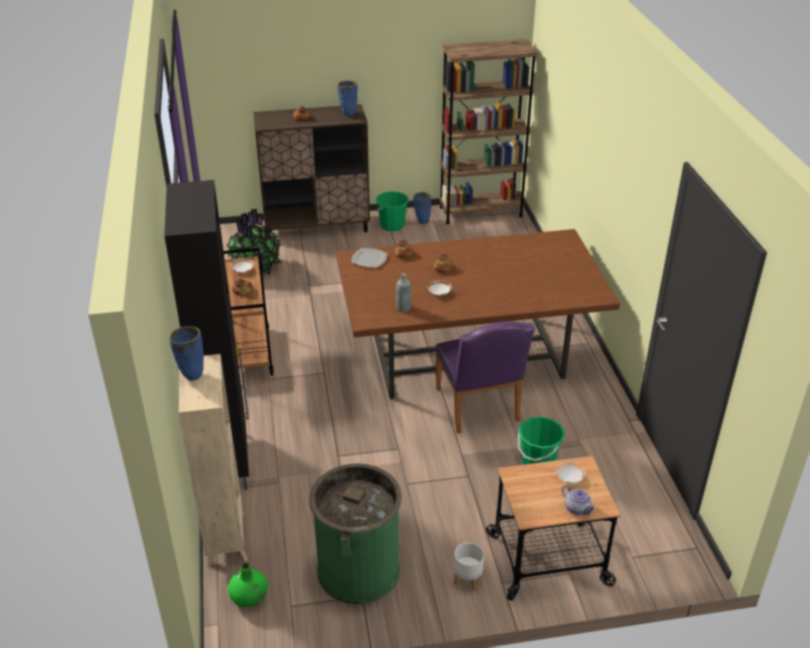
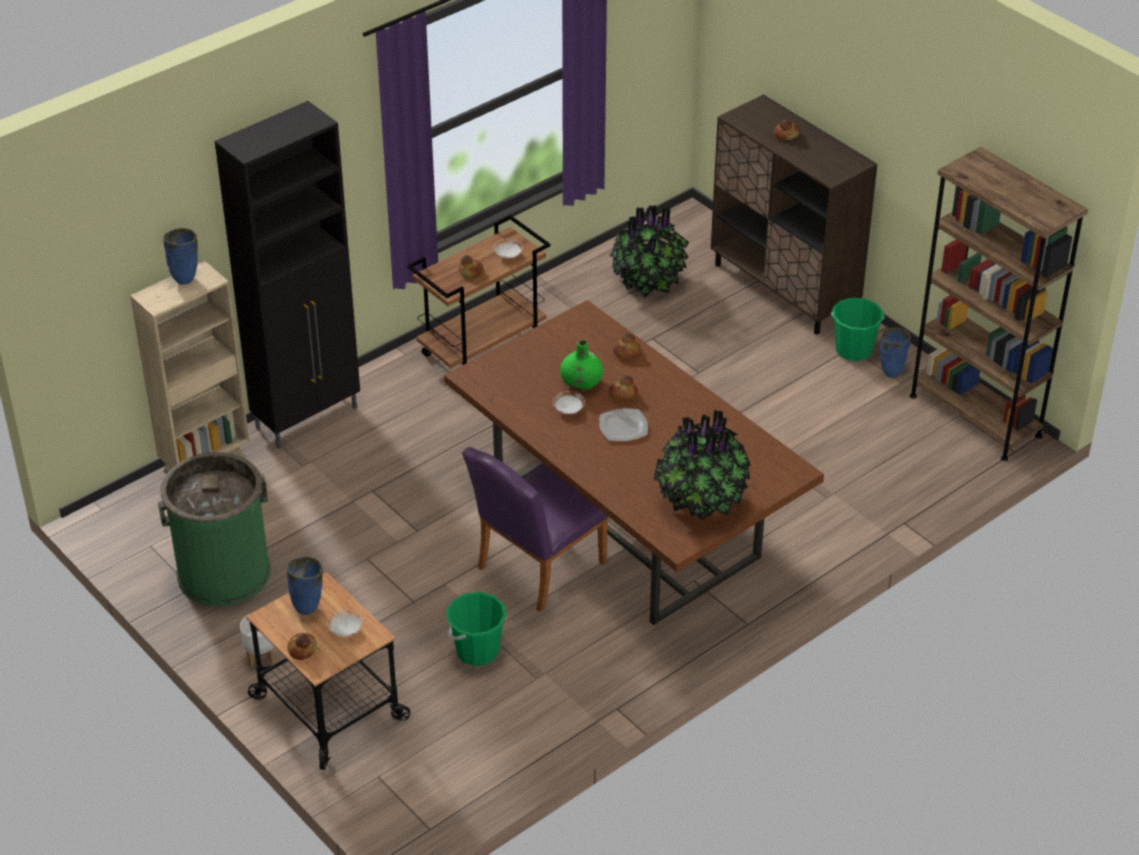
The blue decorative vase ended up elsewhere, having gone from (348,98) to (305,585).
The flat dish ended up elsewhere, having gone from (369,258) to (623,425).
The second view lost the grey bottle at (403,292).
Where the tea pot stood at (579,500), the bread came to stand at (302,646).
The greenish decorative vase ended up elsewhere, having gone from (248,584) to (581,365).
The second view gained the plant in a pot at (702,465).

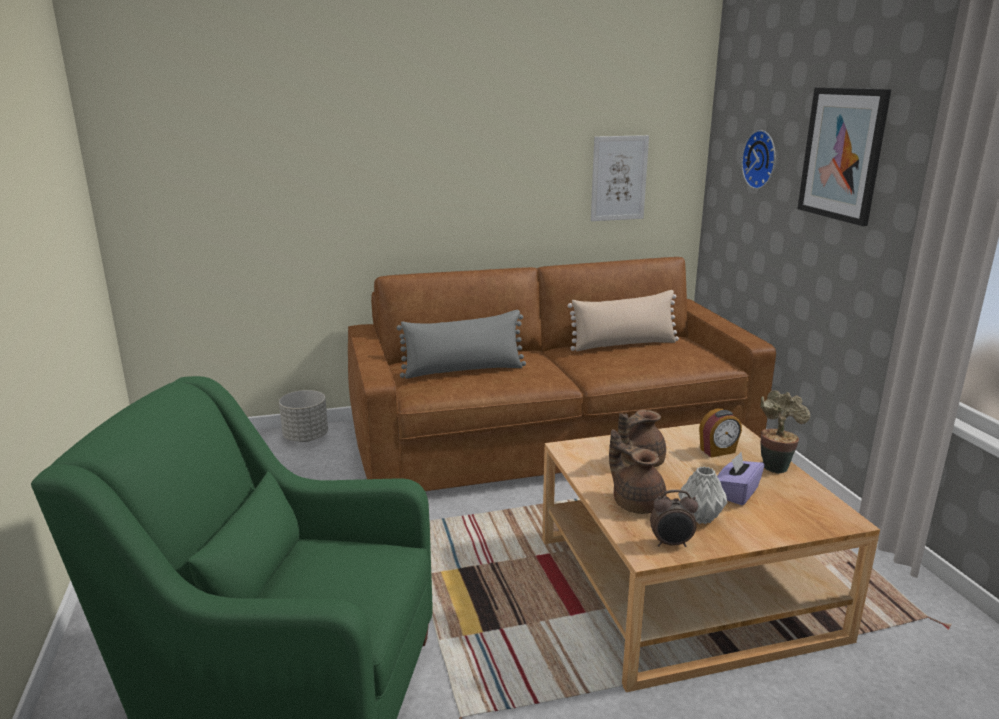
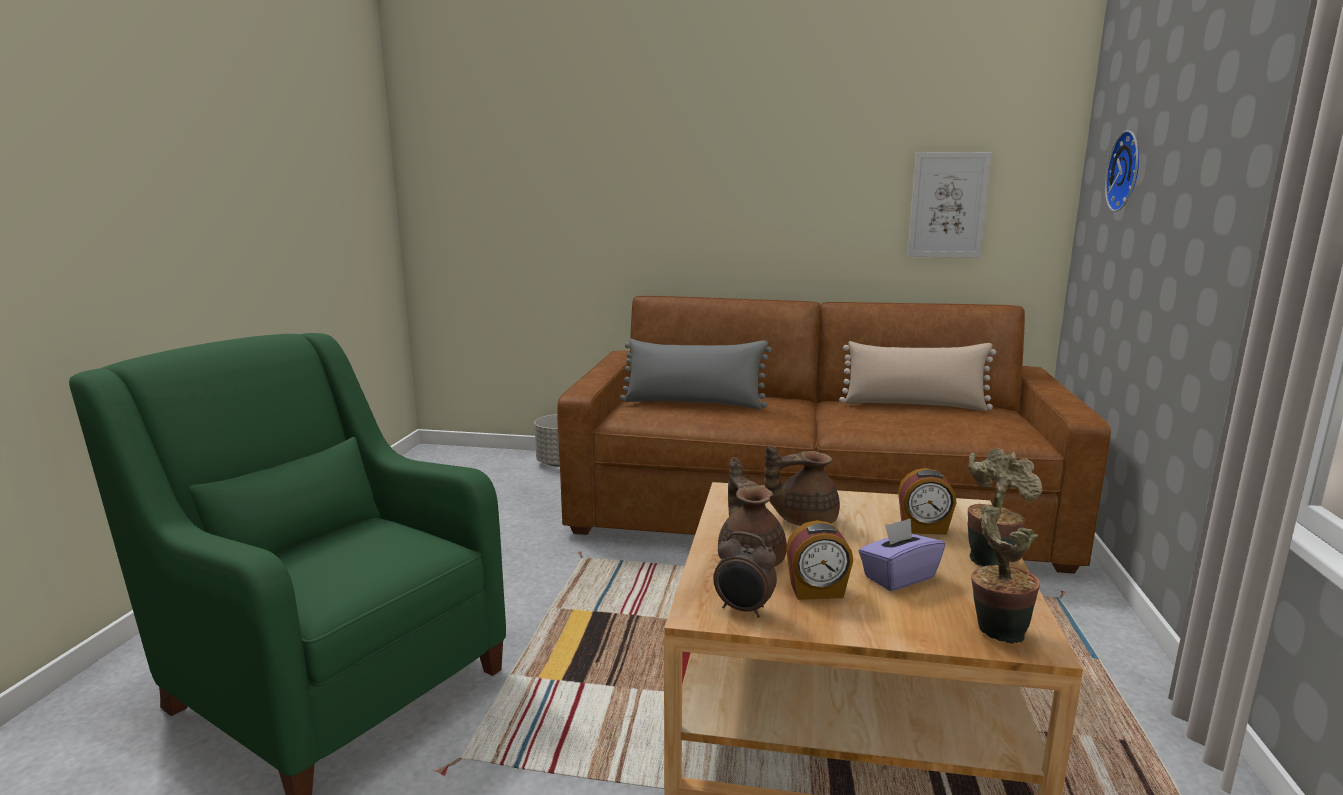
The second view lost the wall picture at (844,157).
Where the grey decorative vase stood at (702,495), the table clock came to stand at (819,560).
The second view gained the plant in a pot at (1005,574).

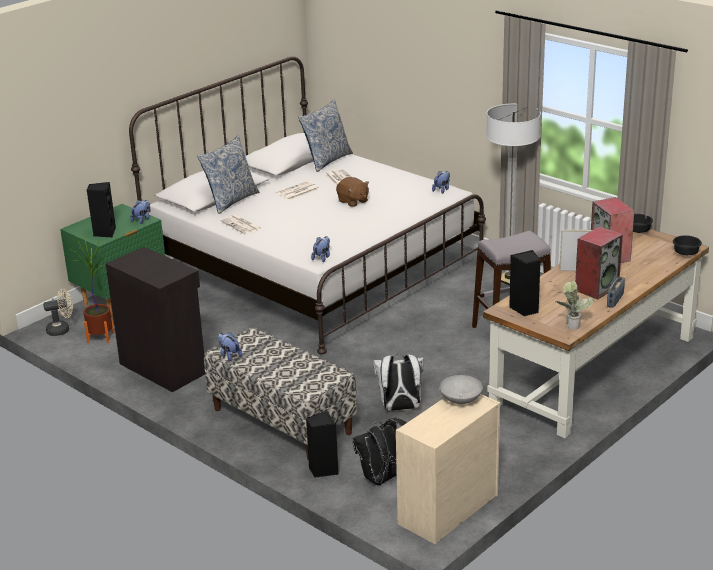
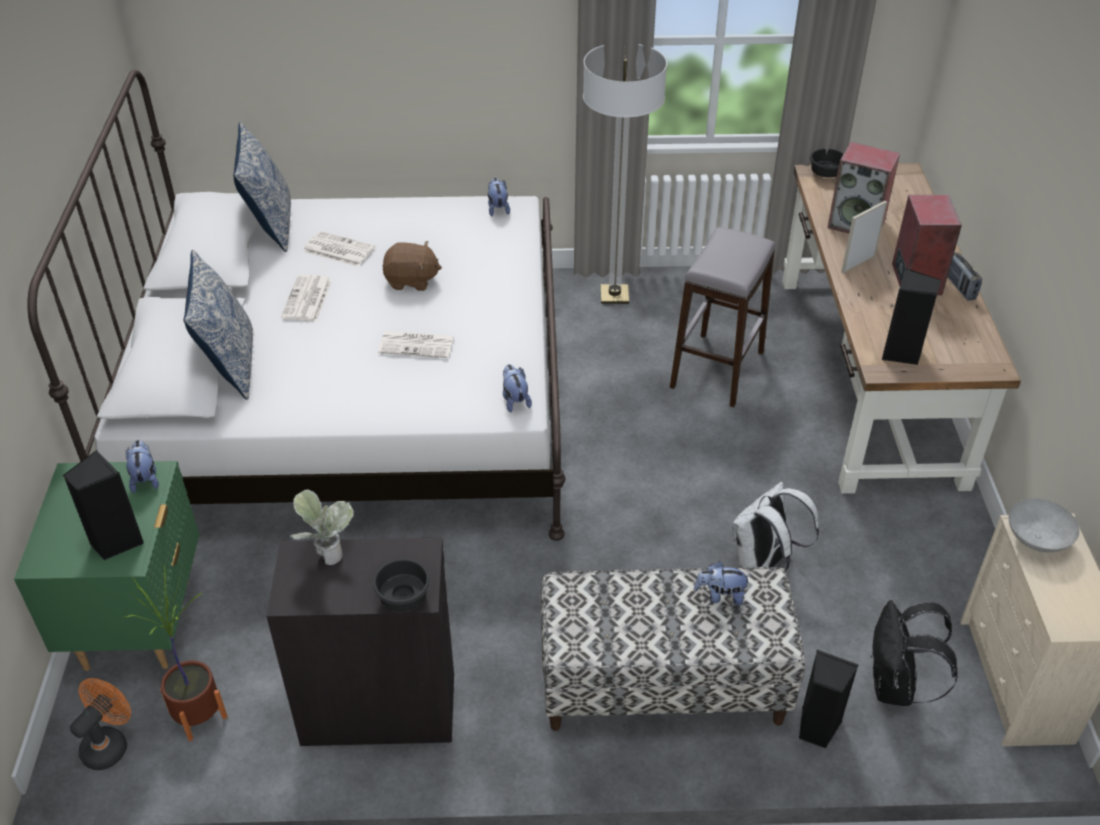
The printed paper ended up elsewhere, having gone from (241,224) to (416,344).
The blackish deep dish ended up elsewhere, having gone from (687,245) to (401,585).
The plant in a pot ended up elsewhere, having gone from (574,305) to (322,527).
What was the beige cooling fan at (58,312) turned into the orangey cooling fan at (100,724).
The plush toy ended up elsewhere, having gone from (230,346) to (722,583).

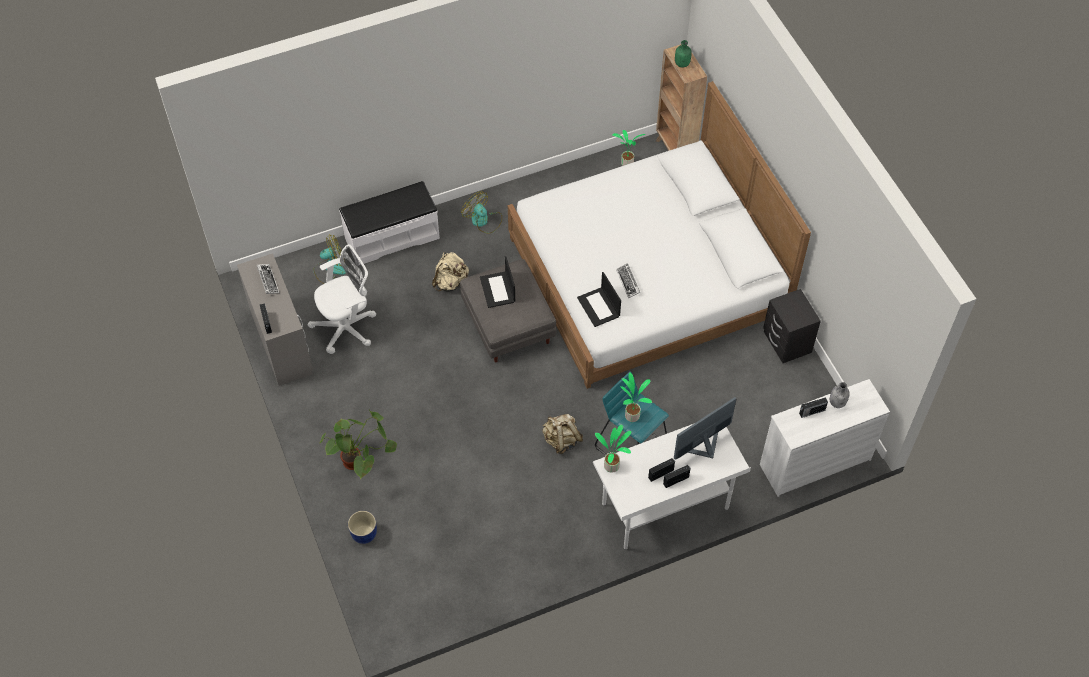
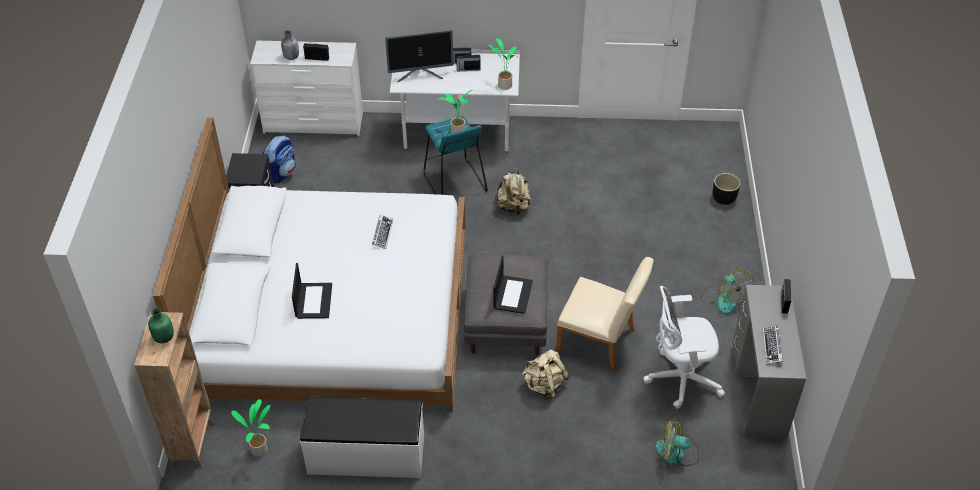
The whitish long seat ended up elsewhere, having gone from (389,223) to (362,437).
The cooling fan ended up elsewhere, having gone from (481,212) to (727,292).
The notebook computer ended up elsewhere, having gone from (599,299) to (312,291).
The second view lost the plant in a pot at (358,444).
What was the blue plant pot at (362,527) turned into the blackish plant pot at (727,189).
The second view gained the backpack at (279,159).
The second view gained the beige upright chair at (605,314).

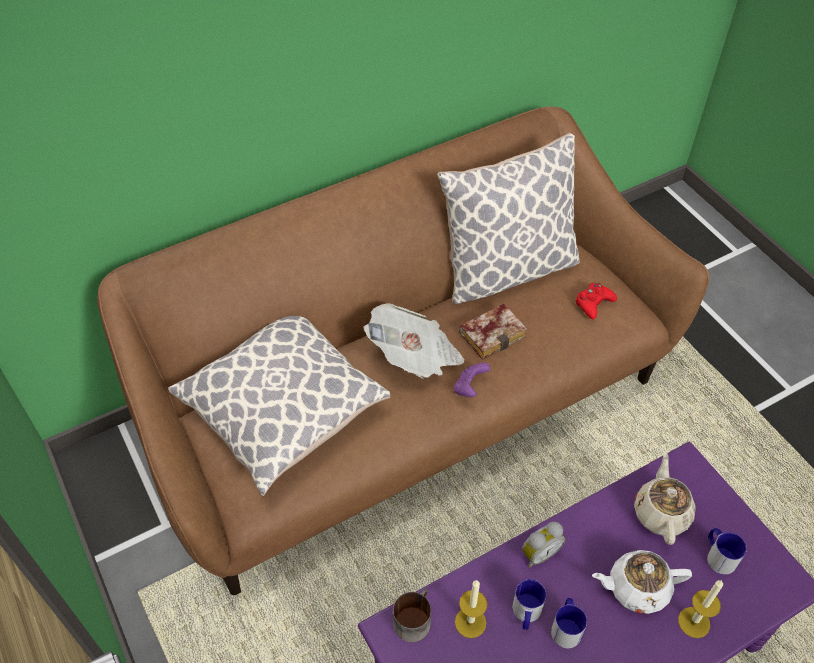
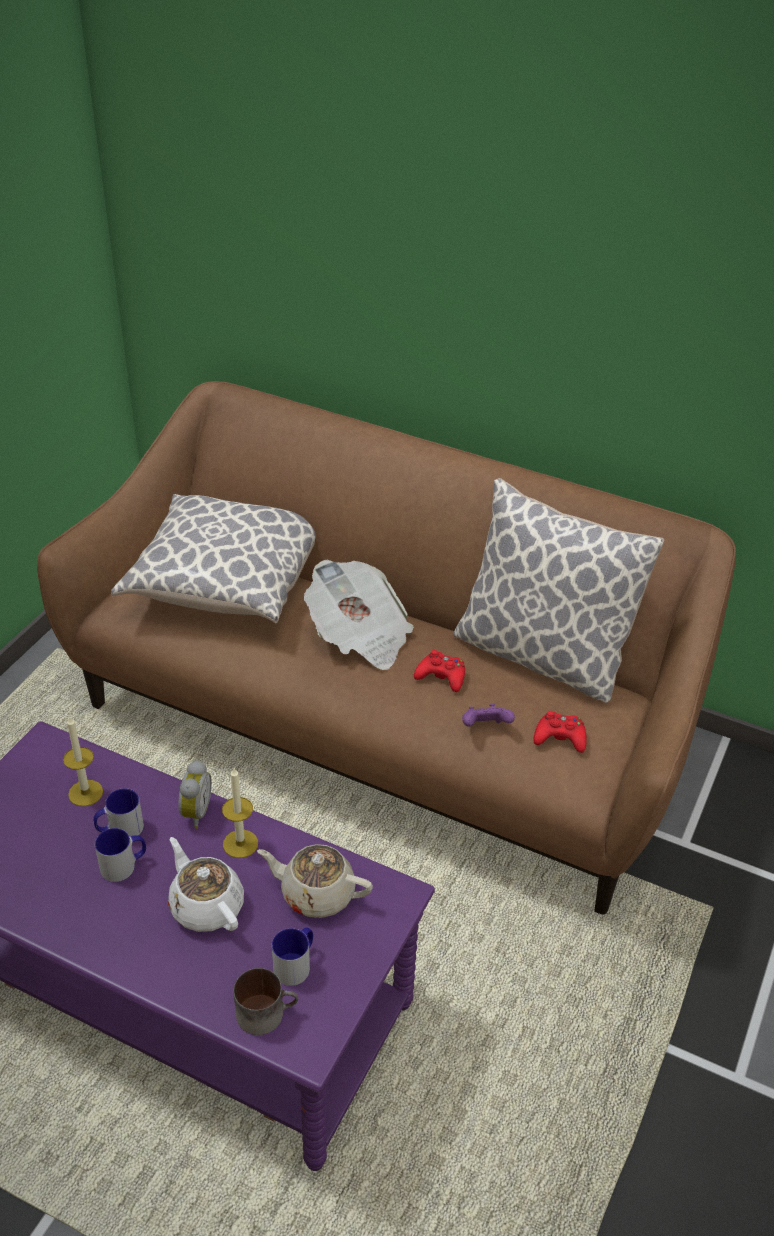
Where the volume stood at (493,331), the red-coloured gamepad came to stand at (439,671).
The purplish gamepad ended up elsewhere, having gone from (472,380) to (488,715).
The beige tea pot at (665,498) ended up facing another way, 135 degrees counterclockwise from before.
The table clock at (543,545) ended up facing another way, 105 degrees counterclockwise from before.
The candle ended up elsewhere, having gone from (700,609) to (240,813).
The mug ended up elsewhere, having gone from (412,615) to (266,1001).

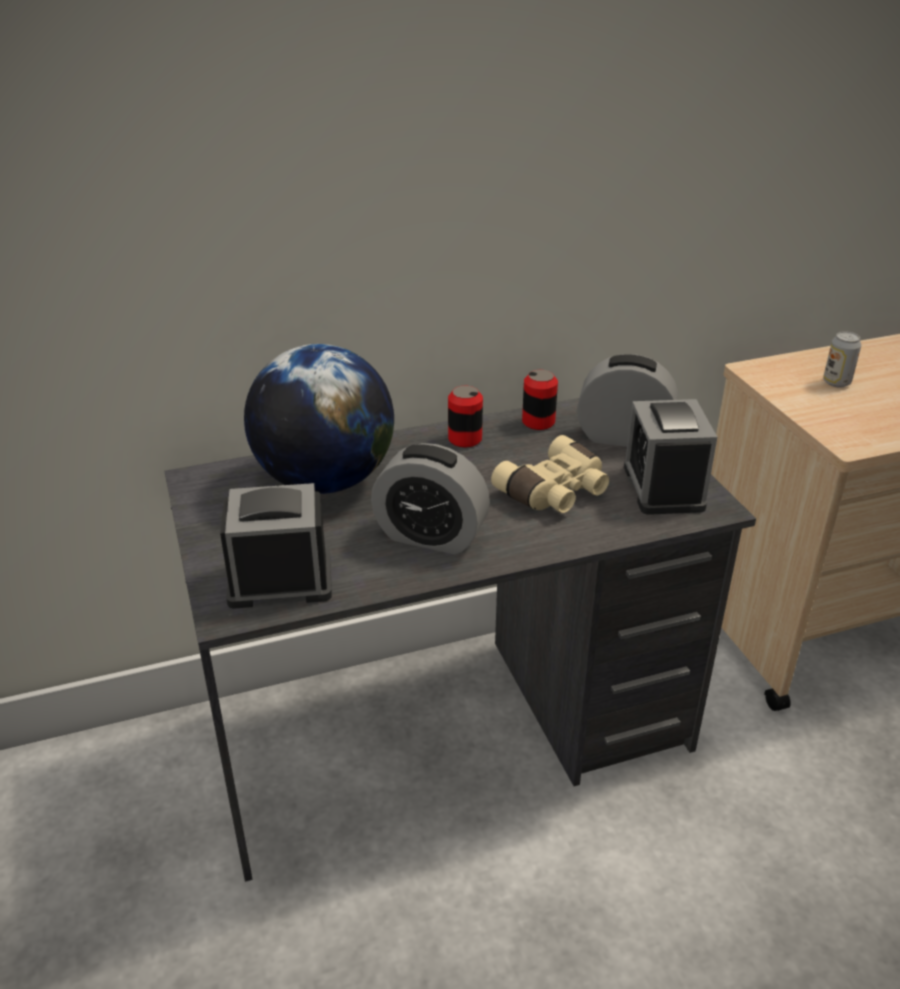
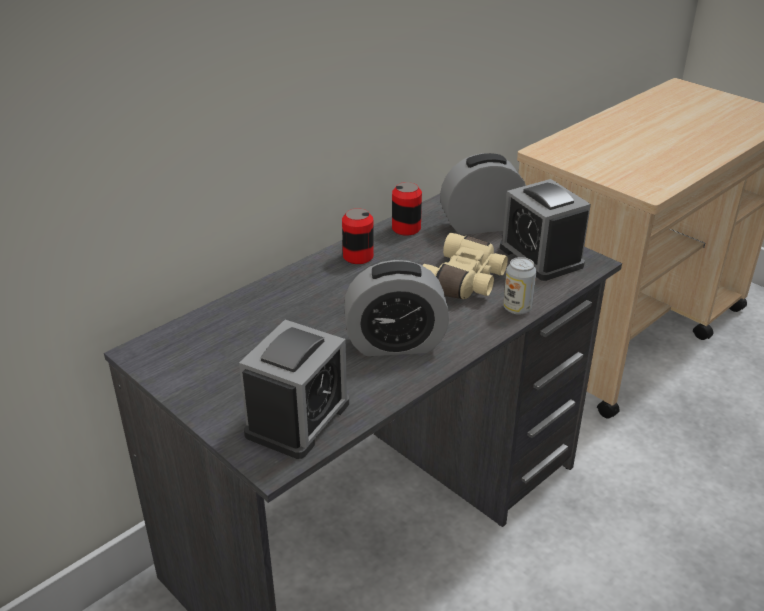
The can ended up elsewhere, having gone from (842,359) to (519,286).
The second view lost the world globe at (319,419).
The table clock at (276,546) ended up facing another way, 150 degrees clockwise from before.

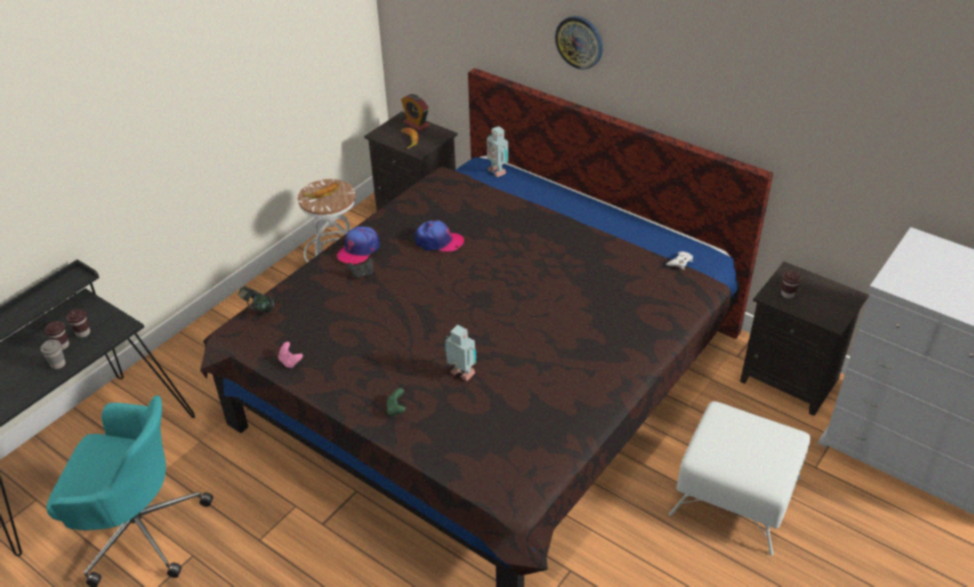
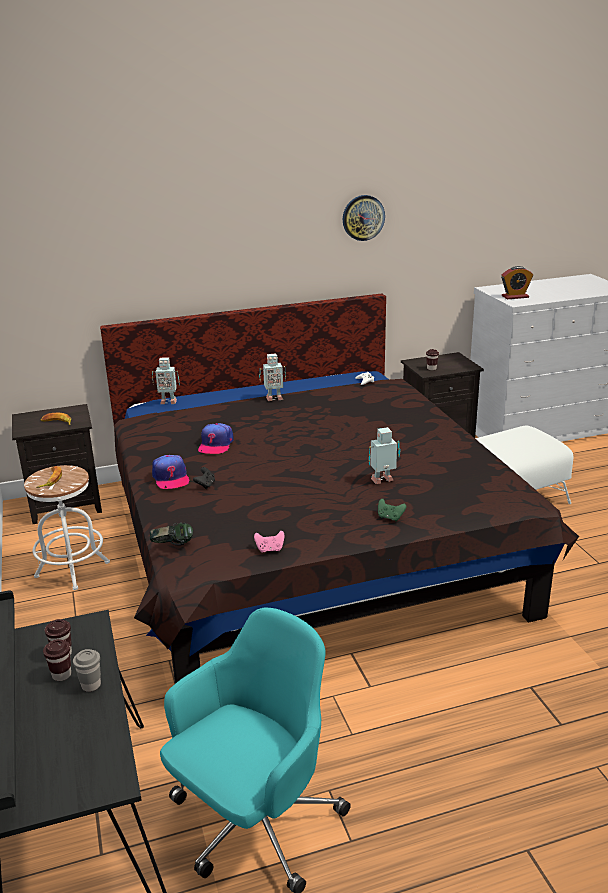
The hanging clock ended up elsewhere, having gone from (579,43) to (364,218).
The table clock ended up elsewhere, having gone from (415,112) to (517,282).
The cap at (439,236) ended up facing another way, 150 degrees clockwise from before.
The second view gained the model robot at (272,377).

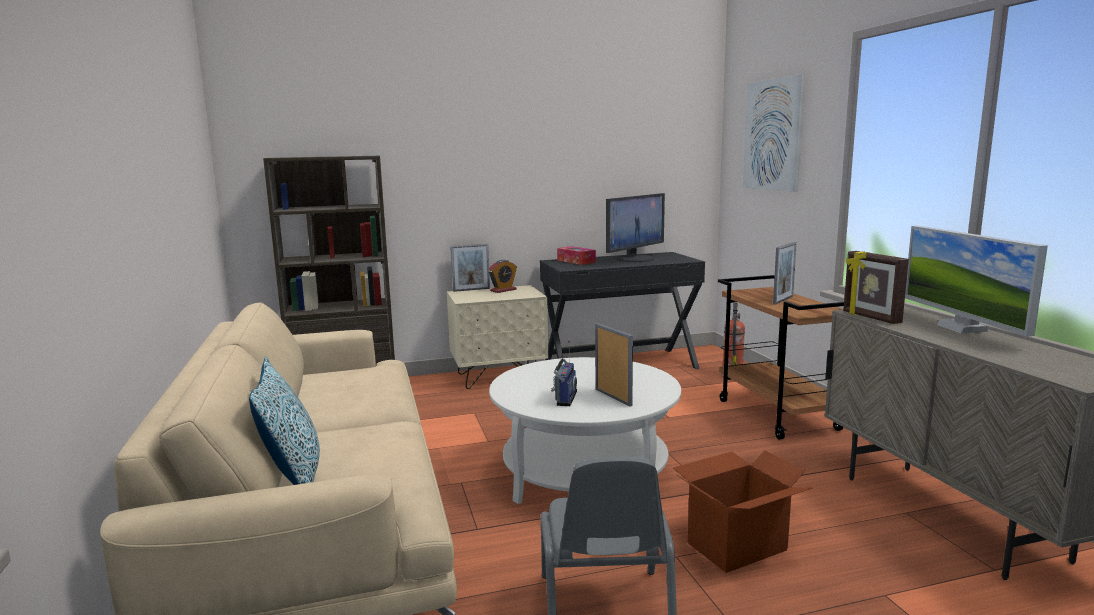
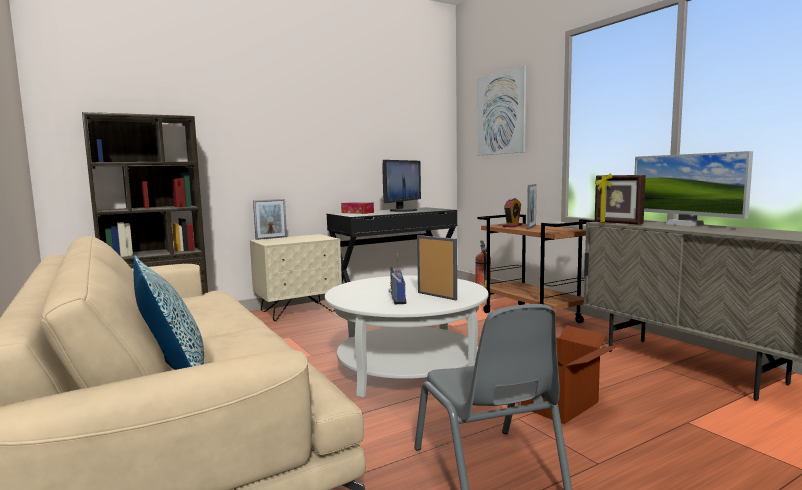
The table clock ended up elsewhere, having gone from (502,276) to (512,212).

